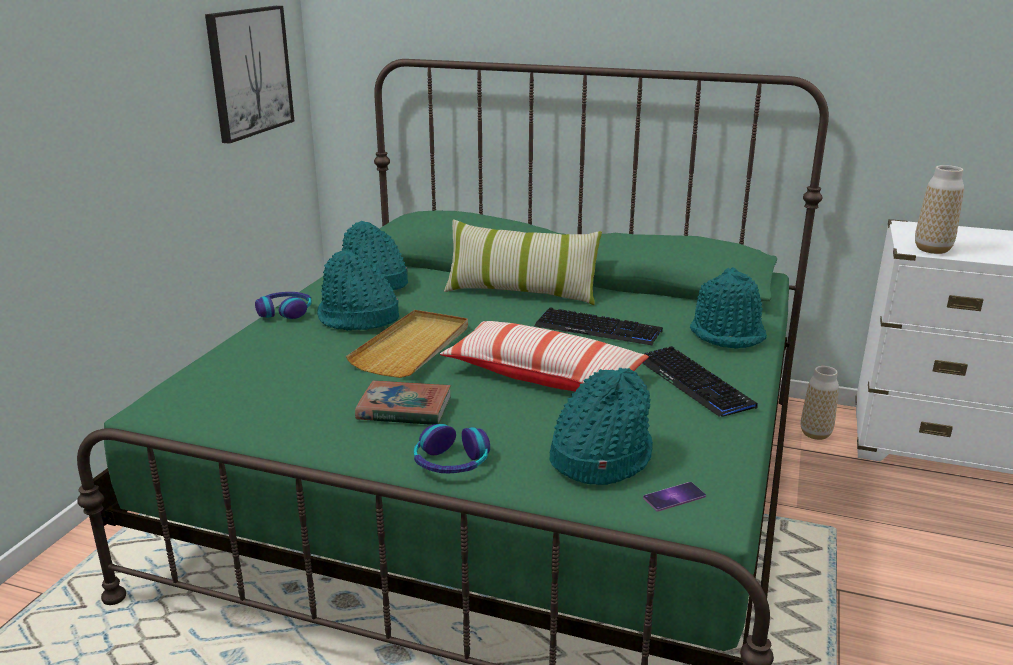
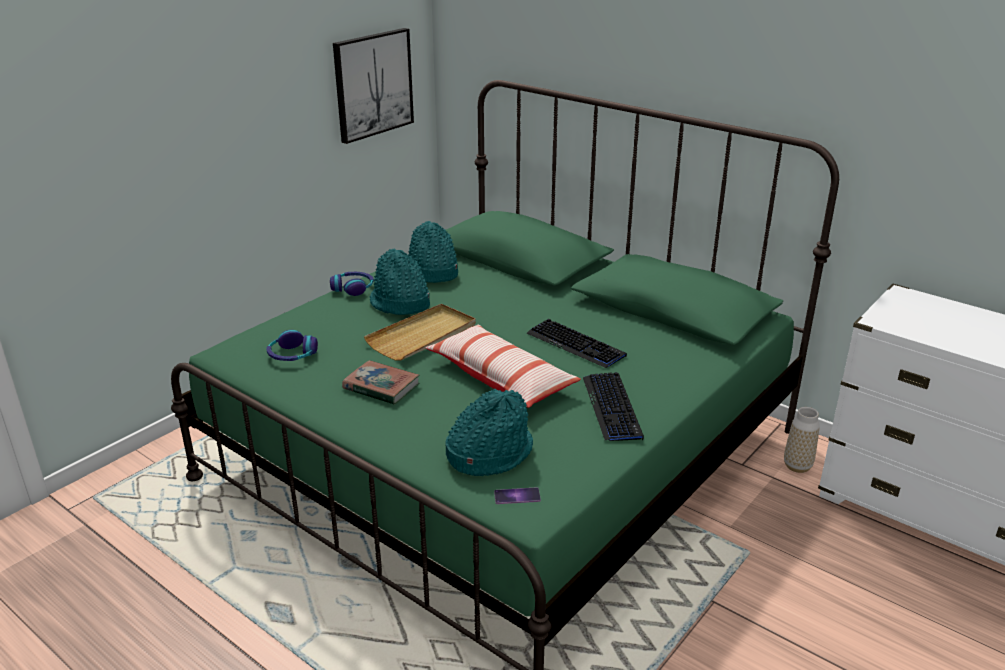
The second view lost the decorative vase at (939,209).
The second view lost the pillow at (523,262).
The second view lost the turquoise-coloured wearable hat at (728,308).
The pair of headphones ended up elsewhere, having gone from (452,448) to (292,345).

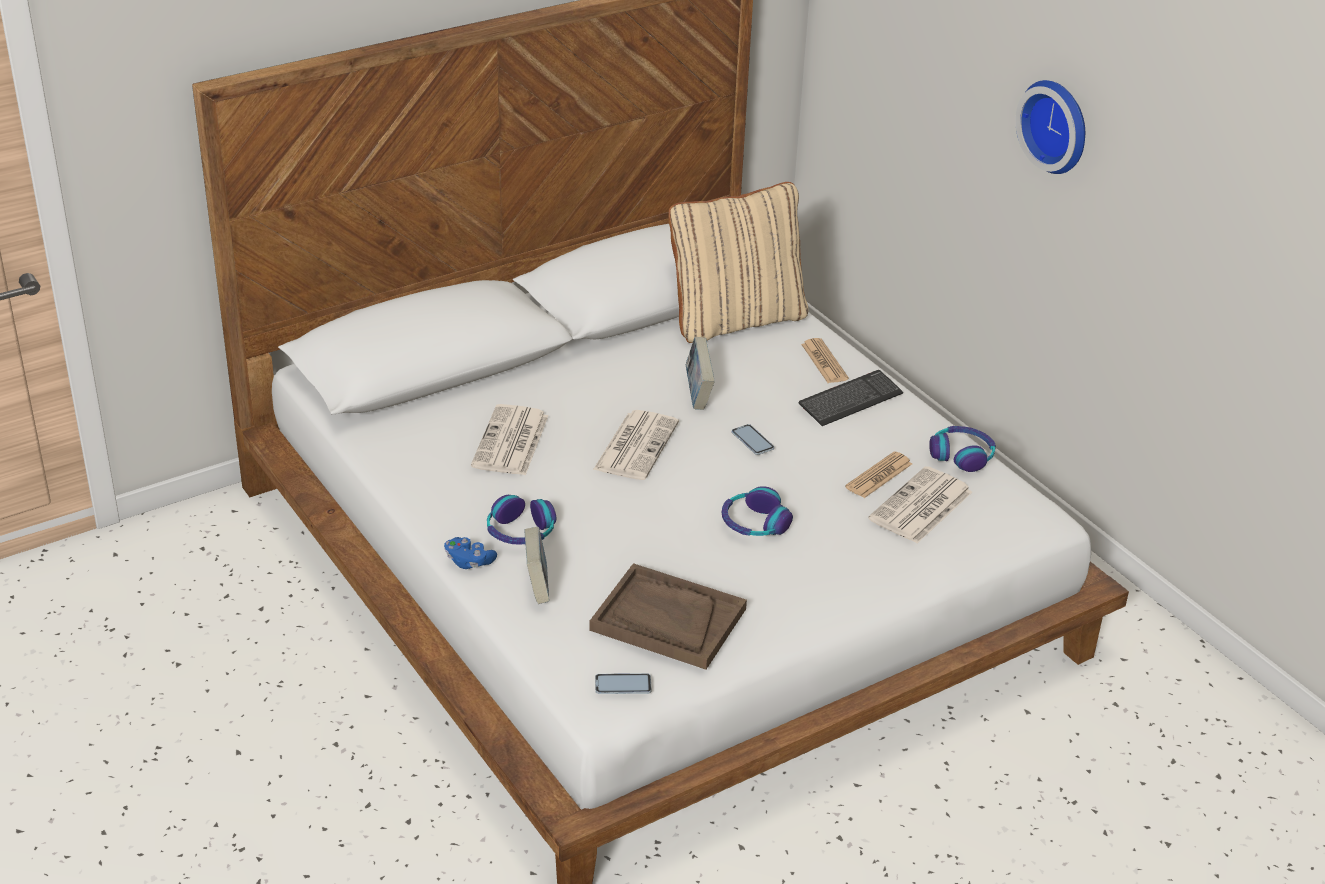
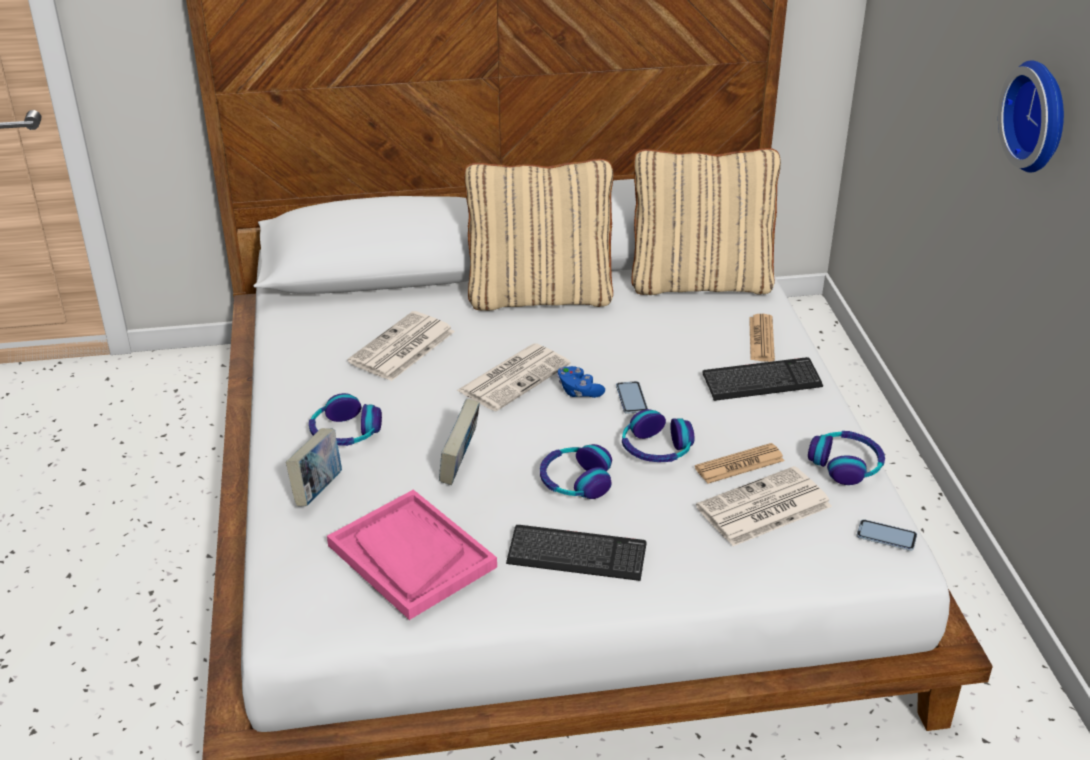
The volume ended up elsewhere, having gone from (700,373) to (459,442).
The blue gamepad ended up elsewhere, having gone from (470,553) to (581,382).
What was the brown-coloured tray at (668,616) turned into the pinkish tray at (412,555).
The handset ended up elsewhere, having gone from (623,683) to (887,535).
The second view gained the beige pillow at (539,235).
The second view gained the pair of headphones at (658,435).
The second view gained the PC keyboard at (576,553).

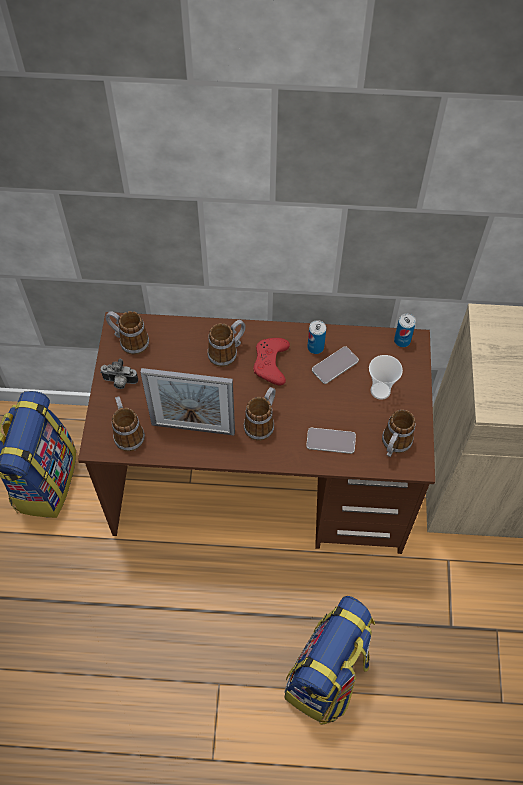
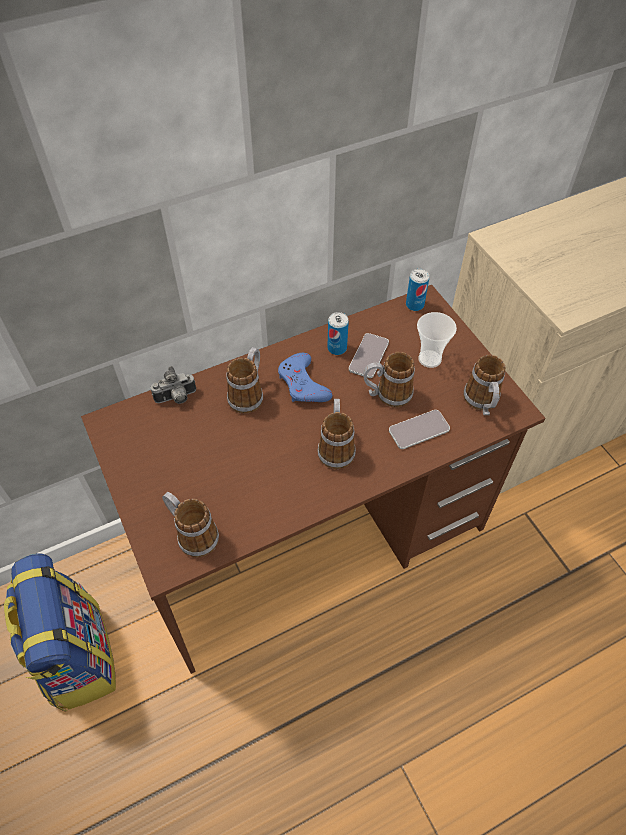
The mug ended up elsewhere, having gone from (127,333) to (389,379).
What was the red-coloured gamepad at (271,362) turned into the blue gamepad at (305,377).
The photo camera ended up elsewhere, having gone from (119,374) to (173,385).
The second view lost the standing frame at (187,401).
The second view lost the backpack at (329,660).

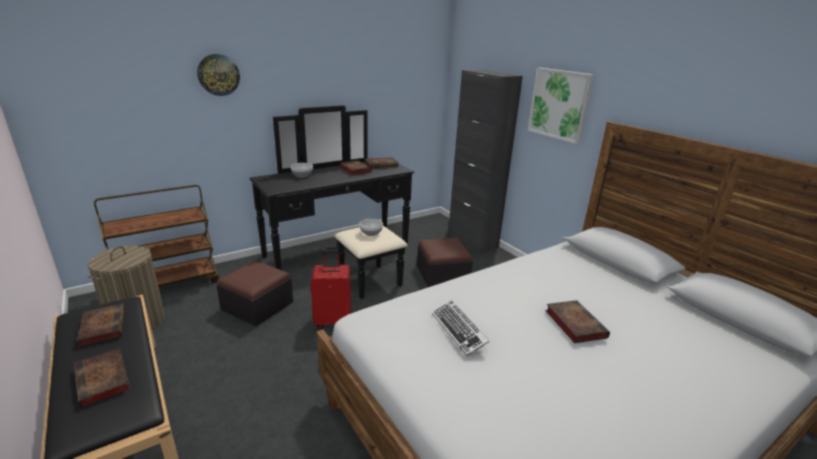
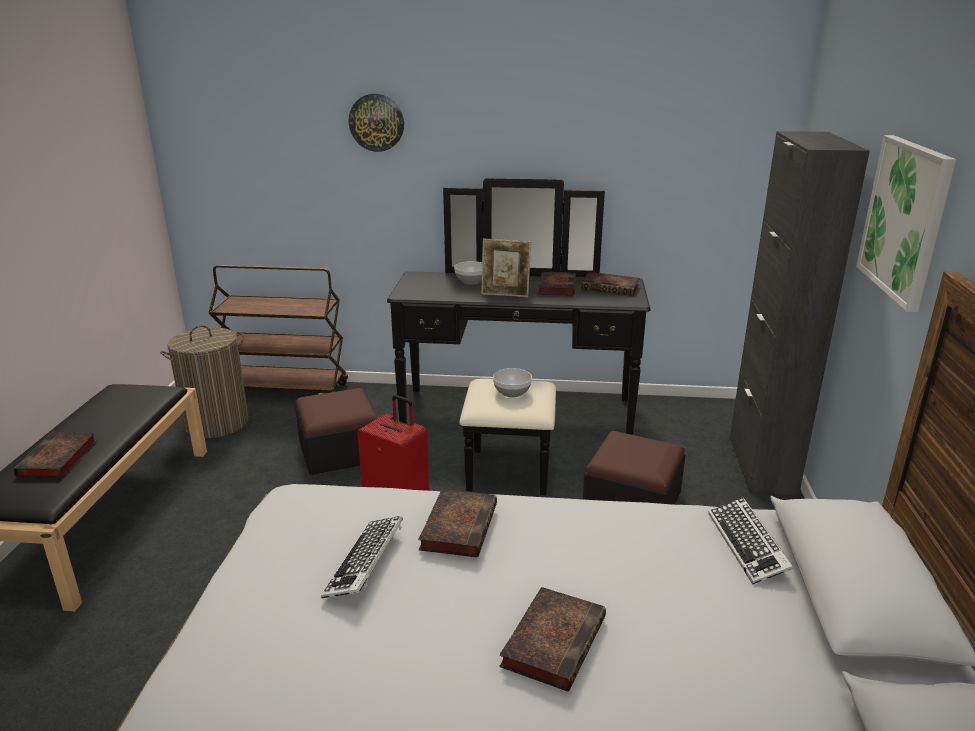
The volume ended up elsewhere, having gone from (100,325) to (457,523).
The second view gained the standing frame at (506,267).
The second view gained the PC keyboard at (751,540).

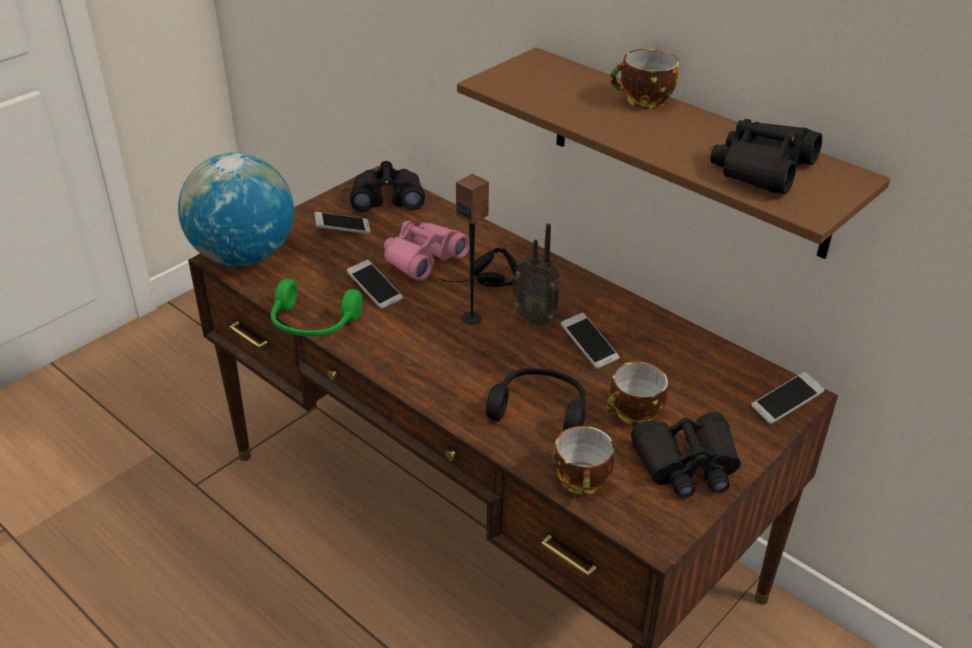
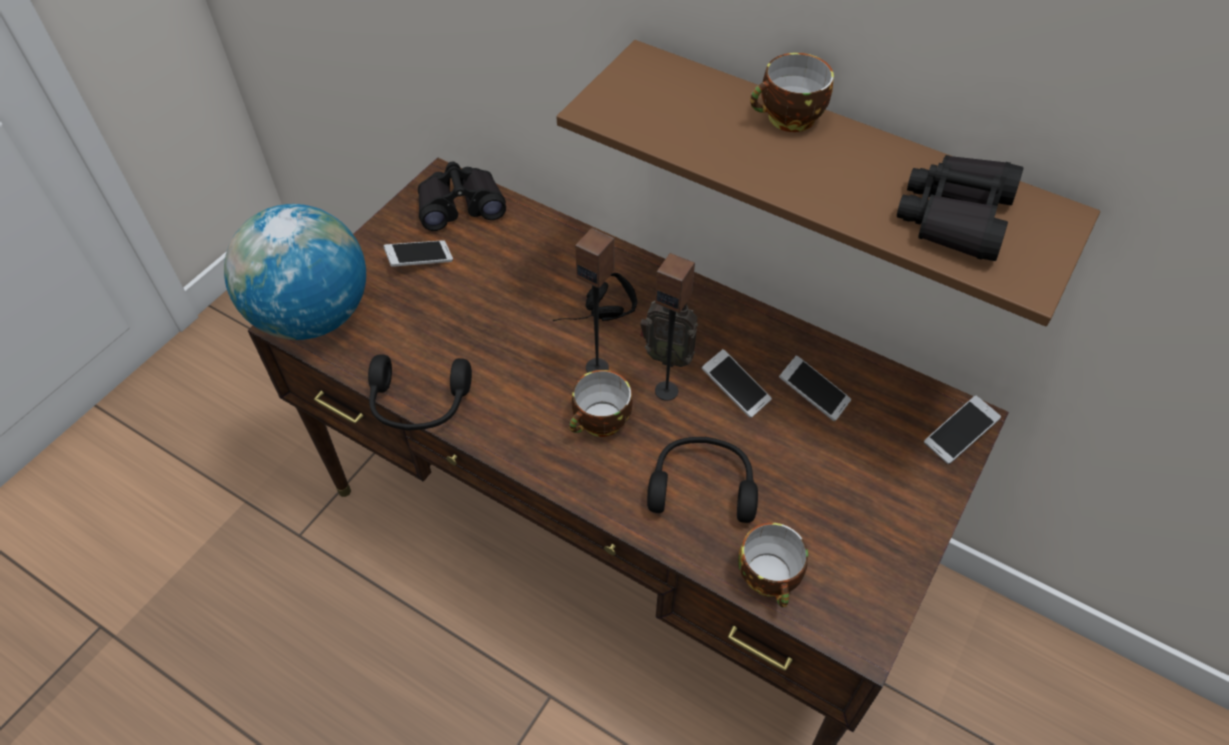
The second view lost the pinkish binoculars at (427,251).
The handset ended up elsewhere, having gone from (375,285) to (815,388).
What was the greenish pair of headphones at (317,307) turned into the blackish pair of headphones at (420,392).
The small cup ended up elsewhere, having gone from (637,393) to (600,403).
The second view lost the blackish binoculars at (686,455).
The second view gained the loudspeaker at (675,327).

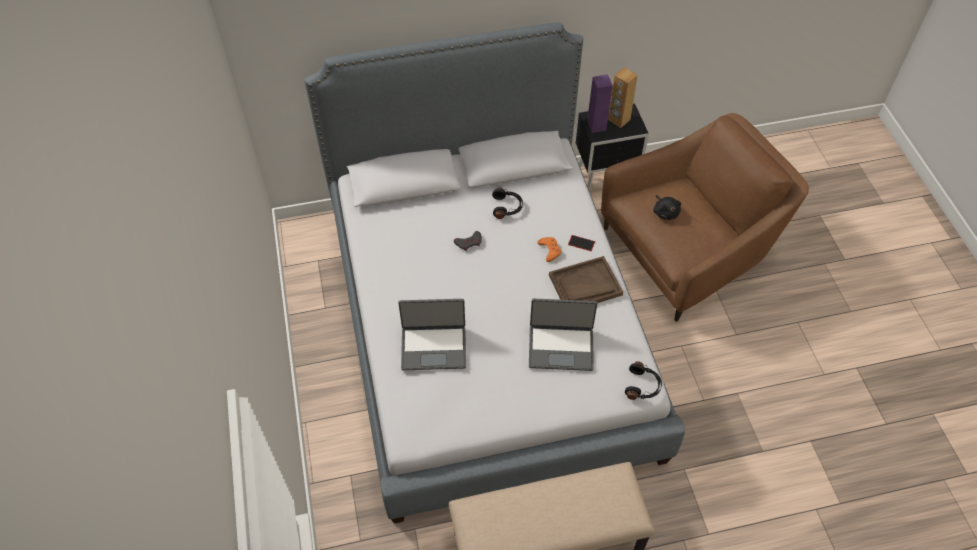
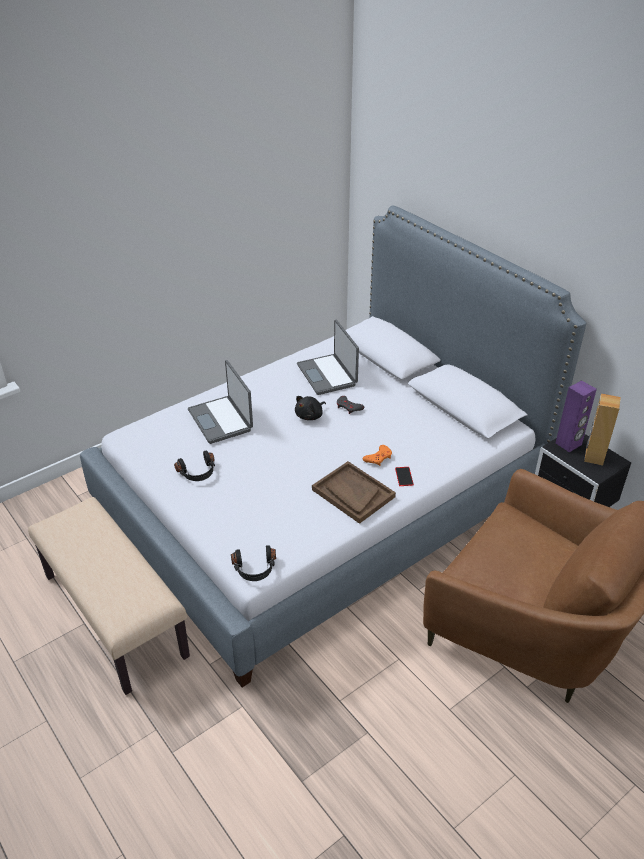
The blackish pair of headphones ended up elsewhere, having gone from (507,203) to (194,466).
The blackish plush toy ended up elsewhere, having gone from (667,207) to (310,408).
The notebook computer ended up elsewhere, having gone from (563,334) to (328,357).

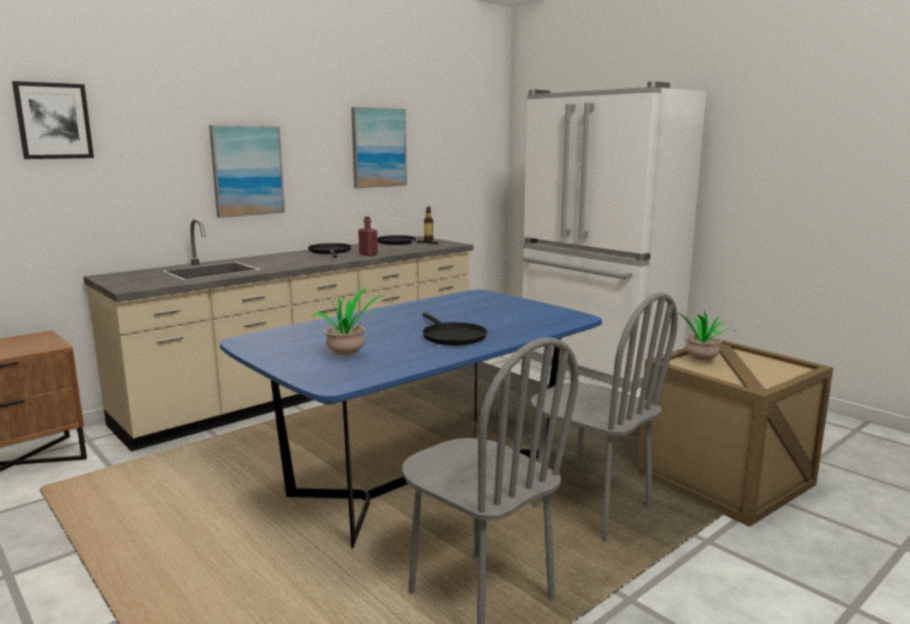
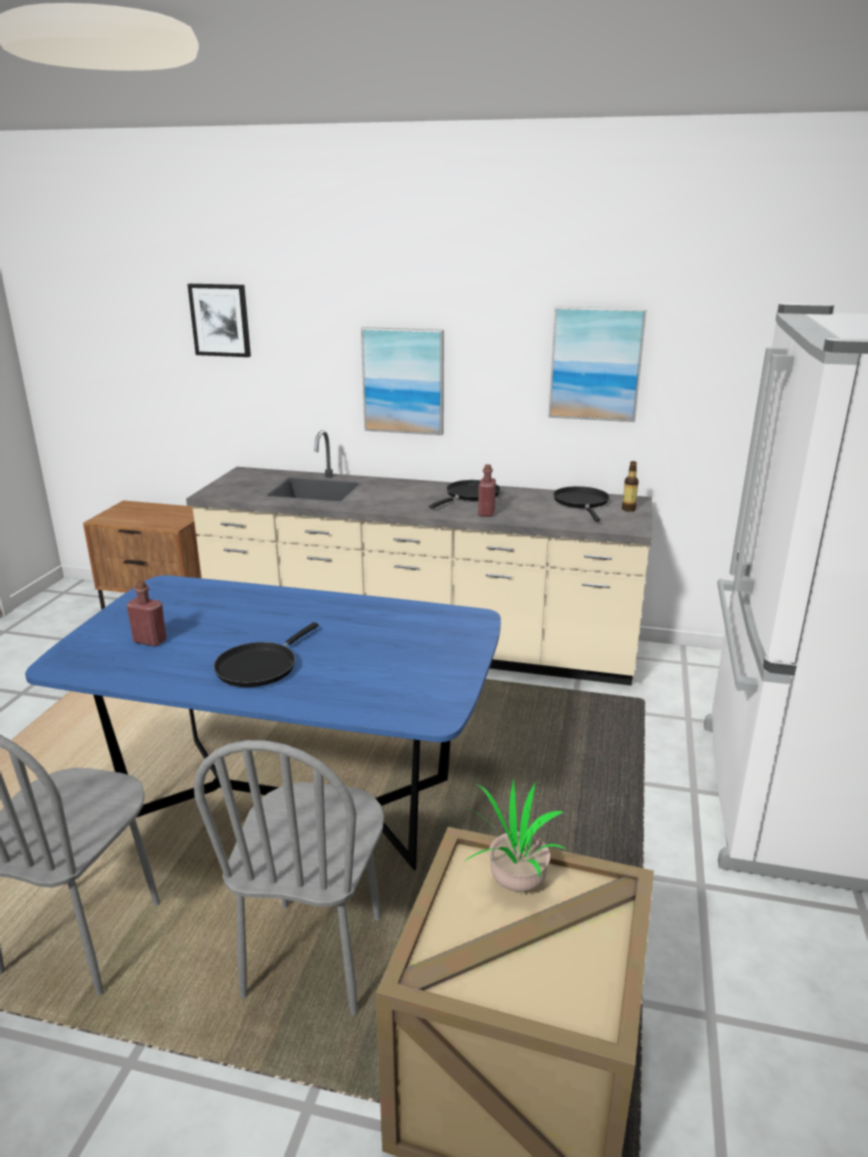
Where the plant in a pot stood at (348,321), the red-coloured bottle came to stand at (146,614).

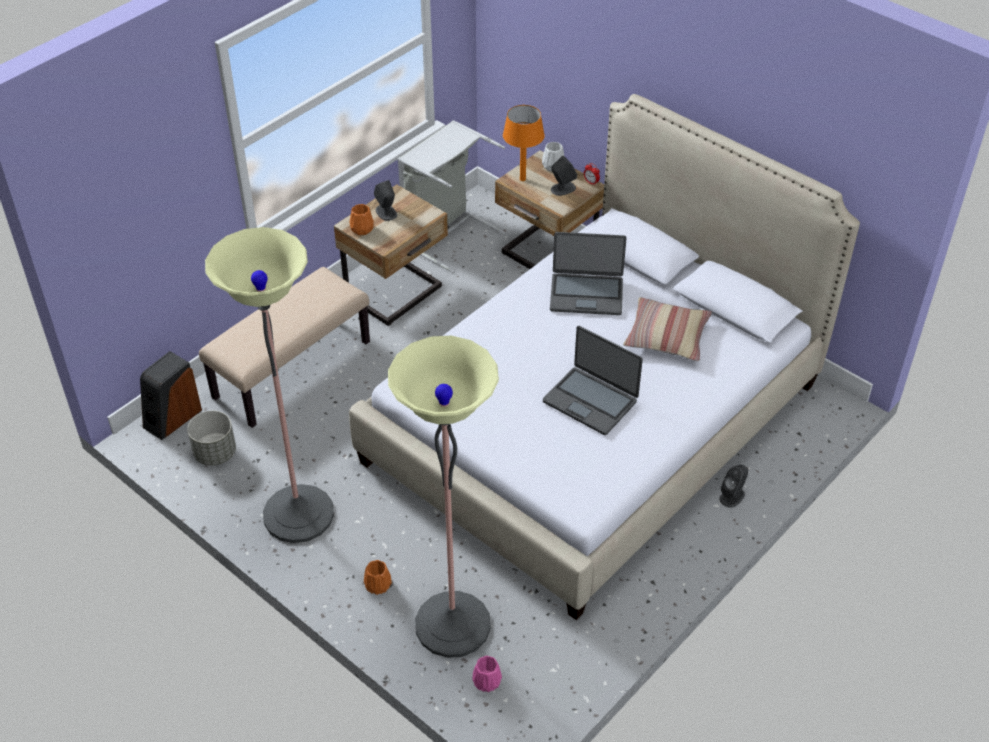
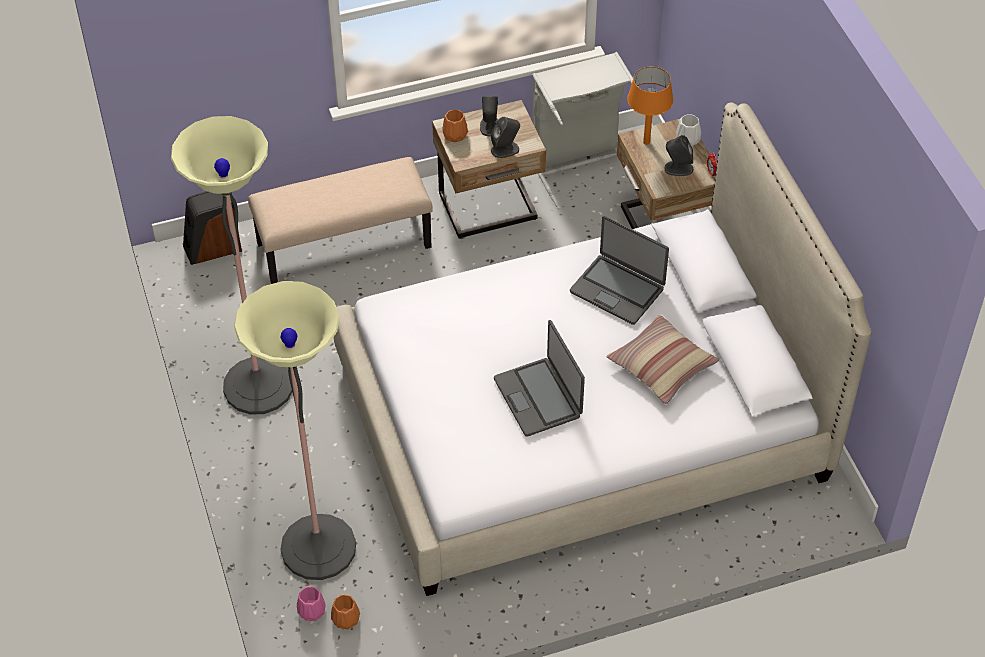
The second view lost the grey plant pot at (211,438).
The grey loudspeaker ended up elsewhere, having gone from (733,486) to (505,137).
The orangey decorative vase ended up elsewhere, having gone from (378,577) to (345,612).

